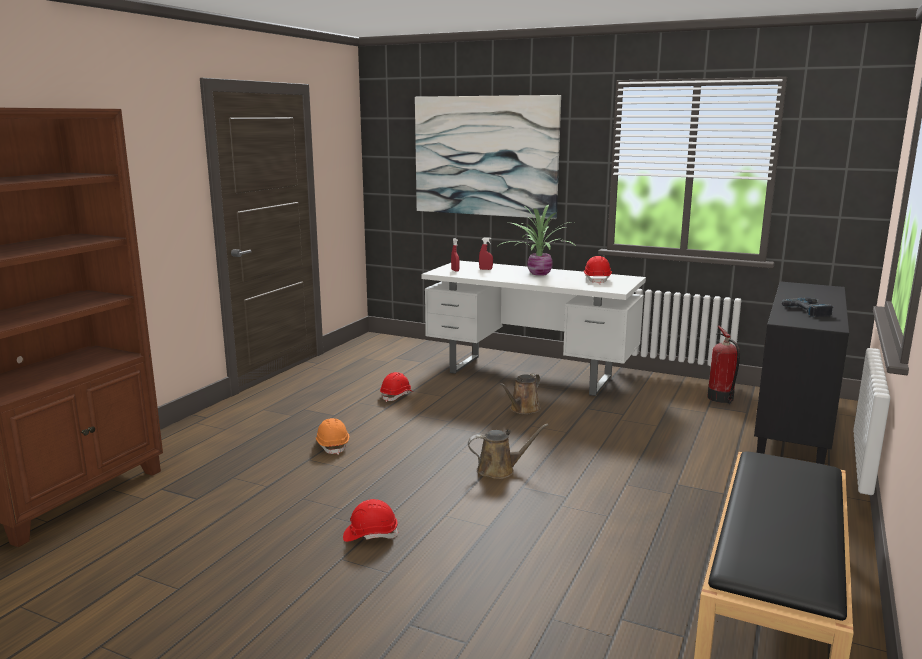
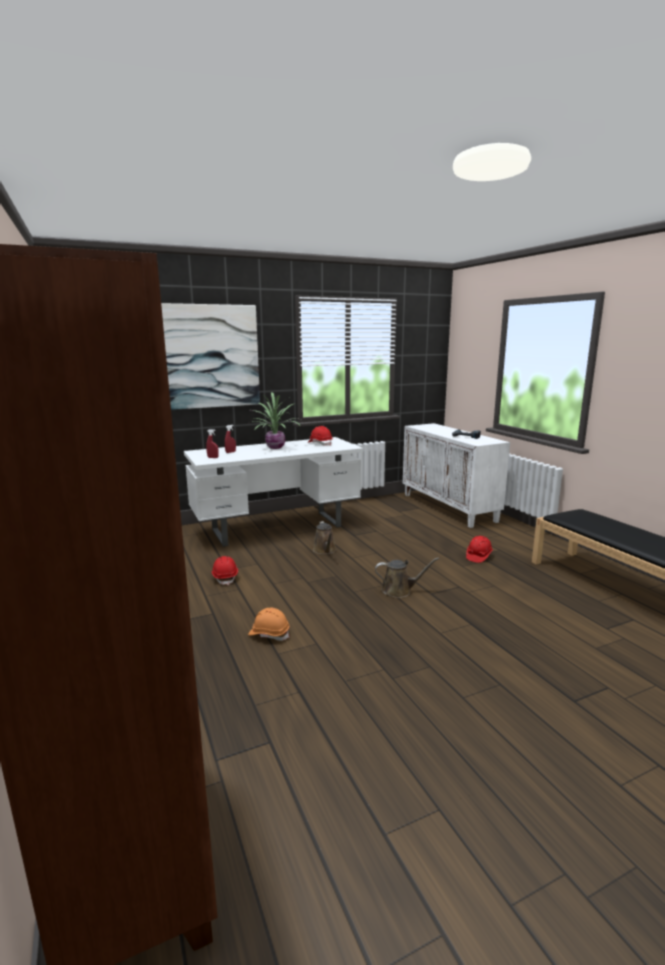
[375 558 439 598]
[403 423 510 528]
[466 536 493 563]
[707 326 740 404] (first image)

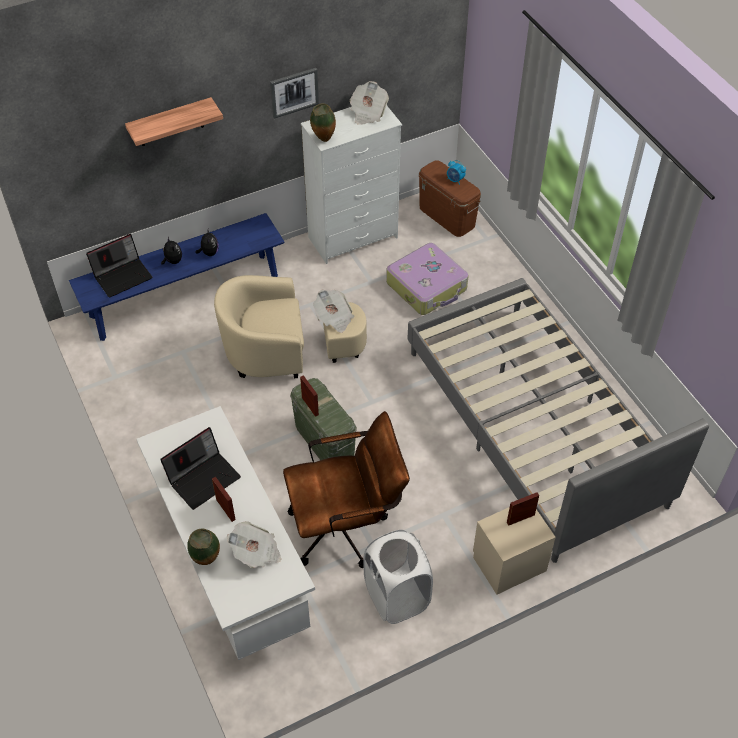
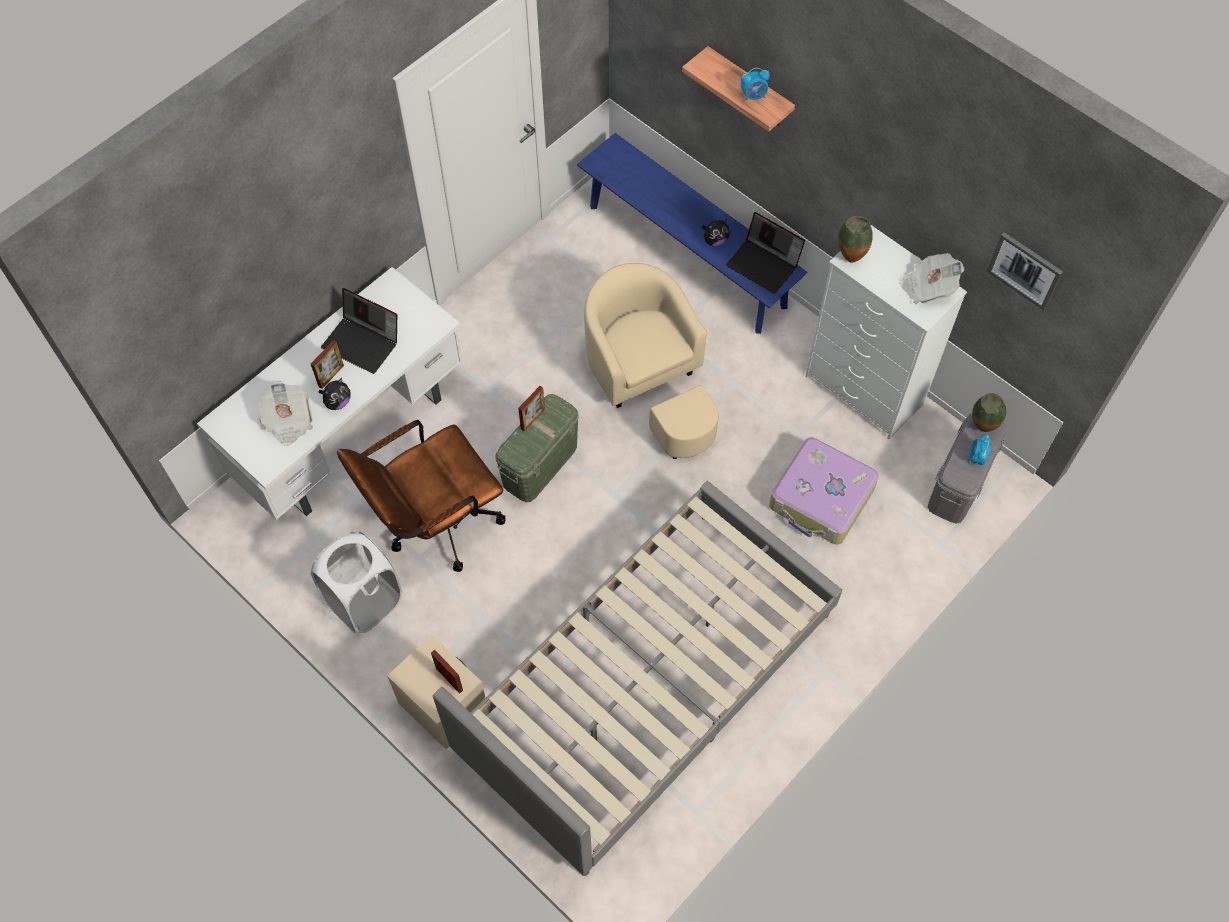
[319 378 351 410]
[337 420 505 572]
[726 212 805 294]
[741 68 770 101]
[928 413 1006 524]
[972 393 1007 432]
[987 232 1063 310]
[313 289 354 333] (first image)

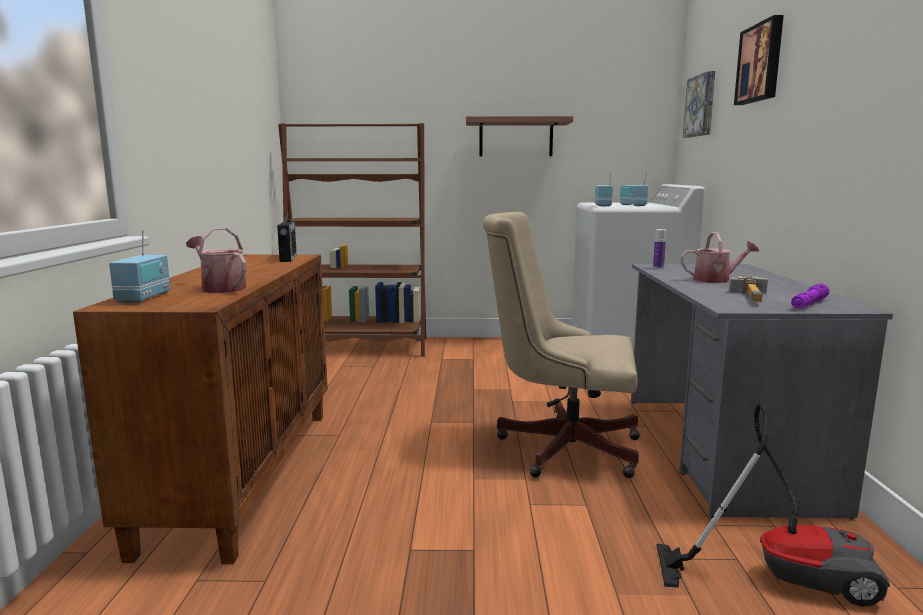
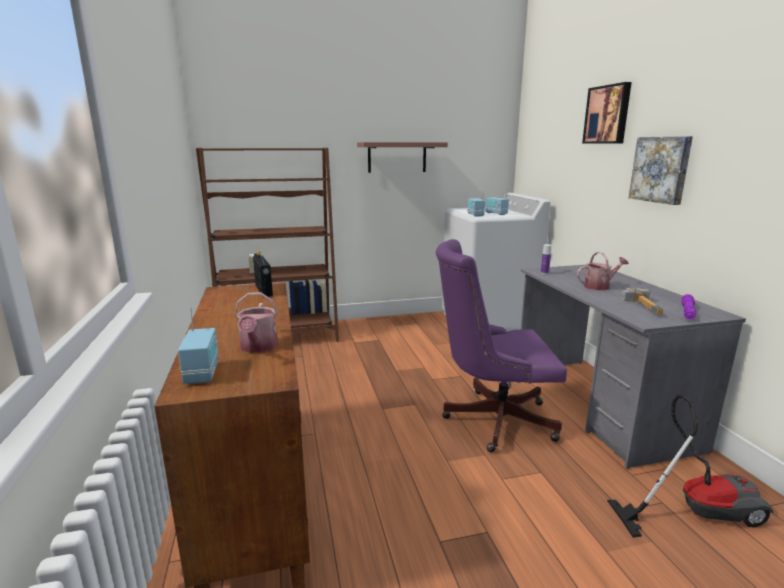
[234 292 278 353]
[436 239 567 452]
[629 136 693 205]

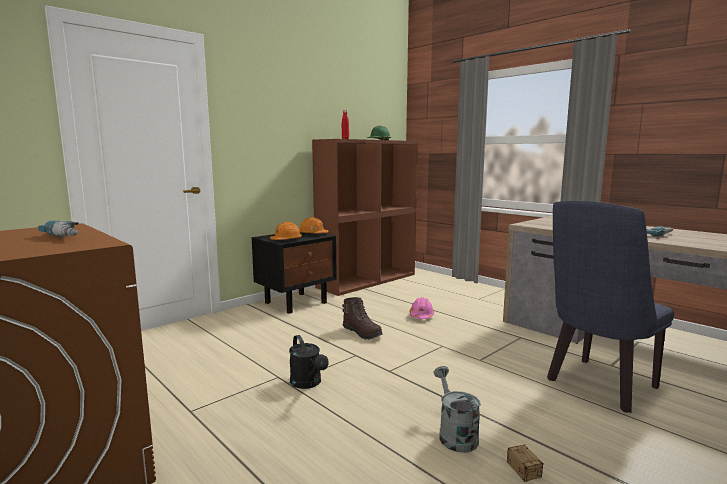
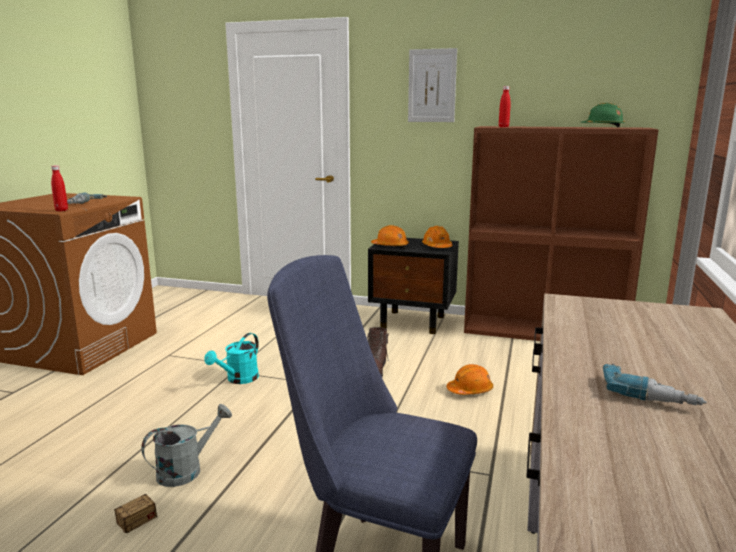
[51 165 68 211]
[205 333 259 384]
[408 48 457 122]
[447 364 493 395]

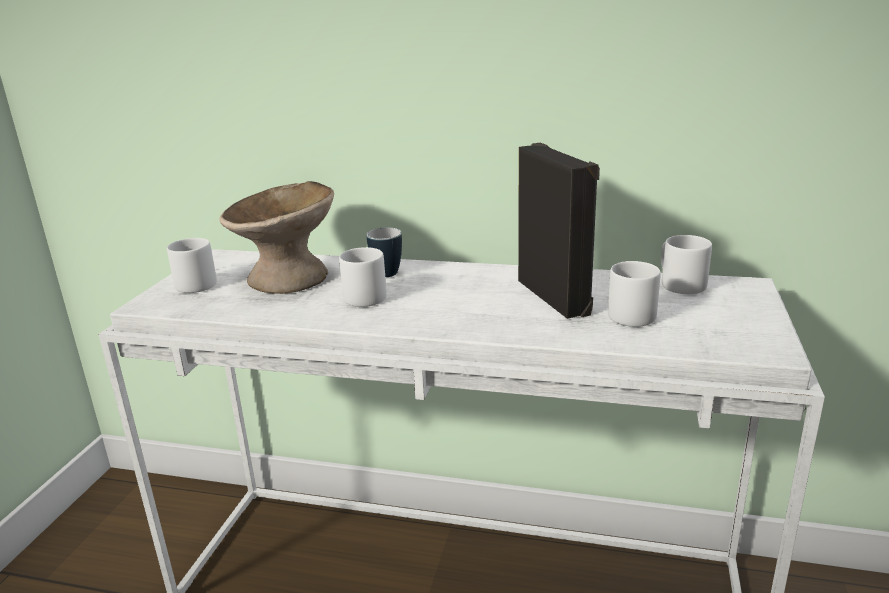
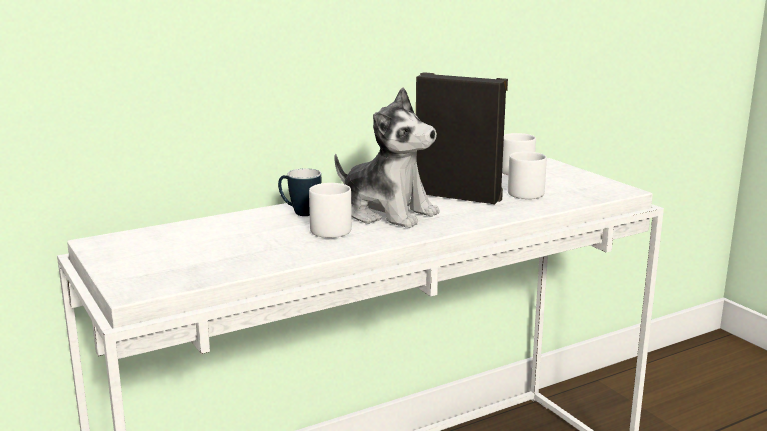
[334 87 439 228]
[167 238 217 293] (first image)
[219 181 334 294] (first image)

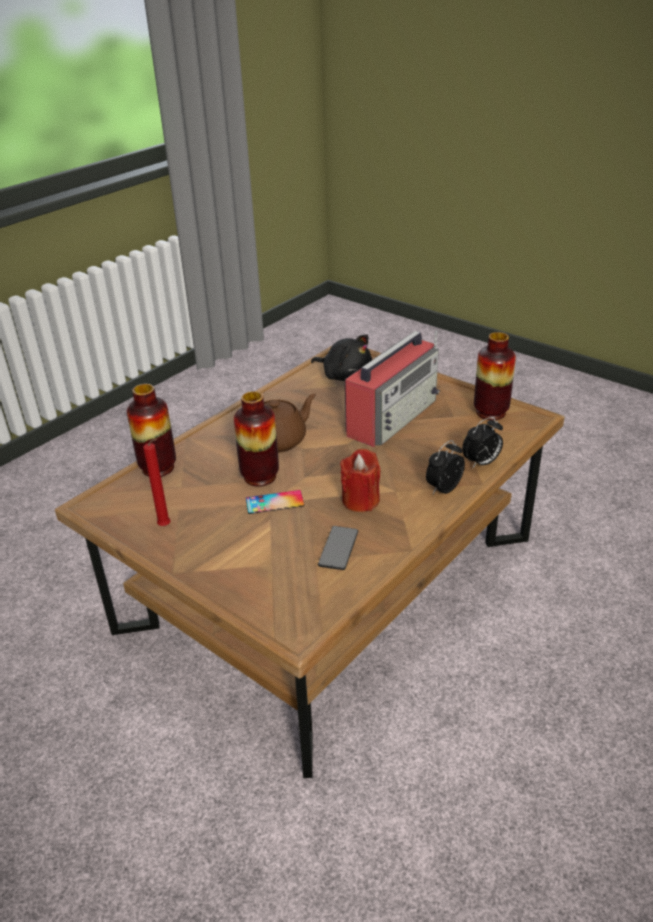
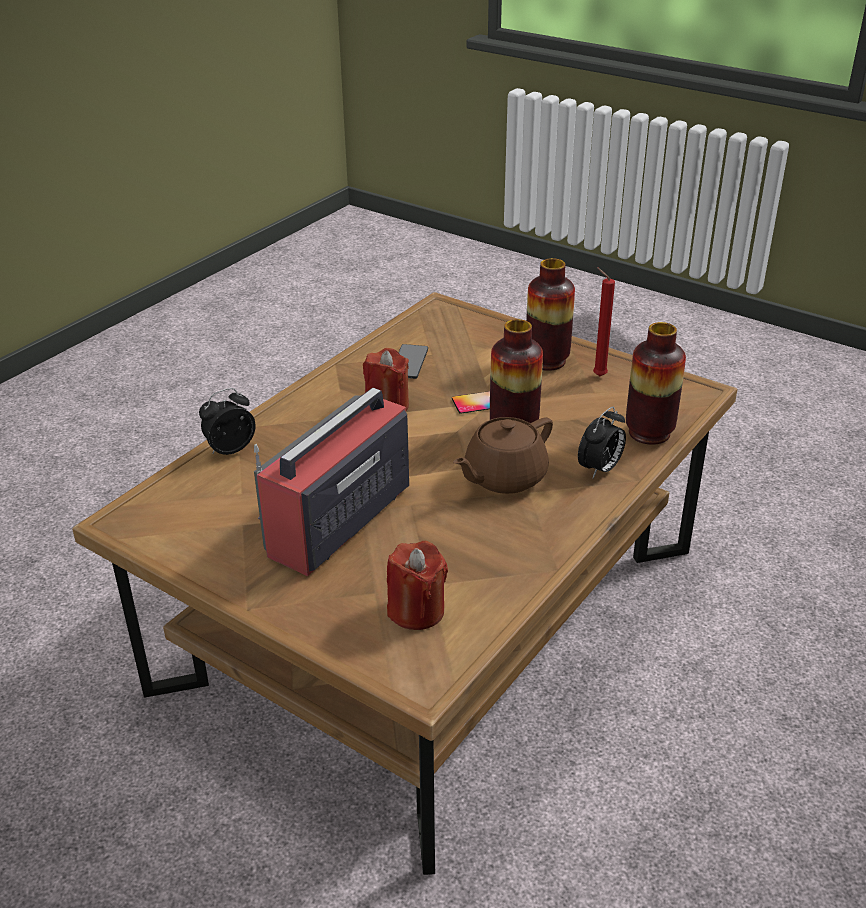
[387 541 448 630]
[526 258 575 371]
[578 407 626 479]

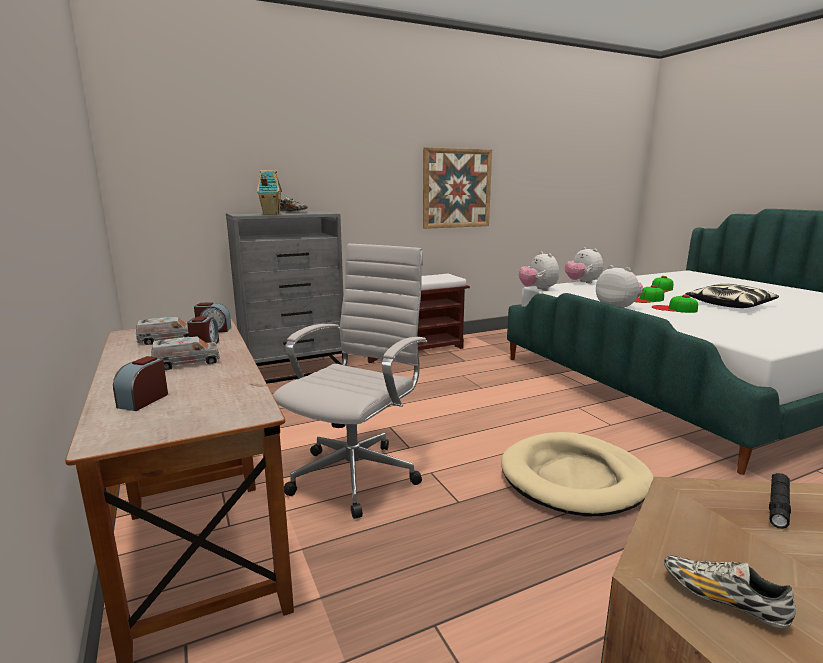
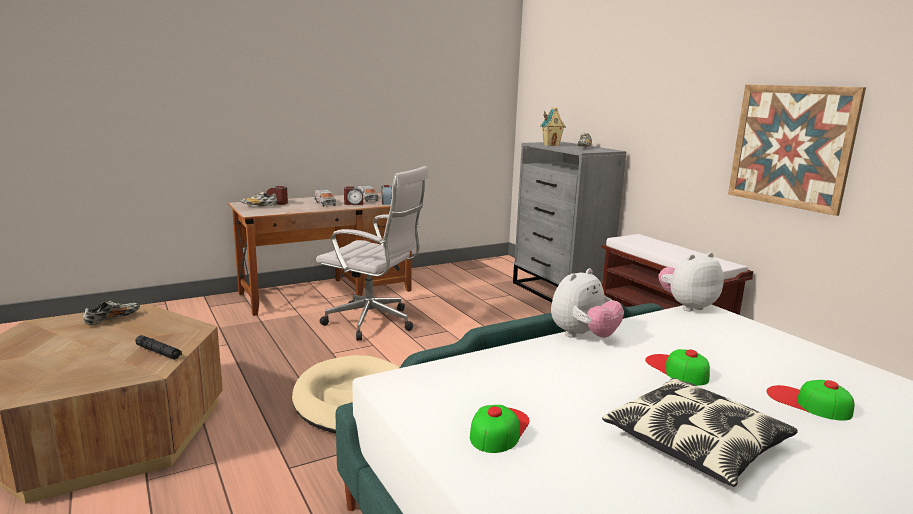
[240 191 277 206]
[470 405 530 453]
[565 247 603 284] (first image)

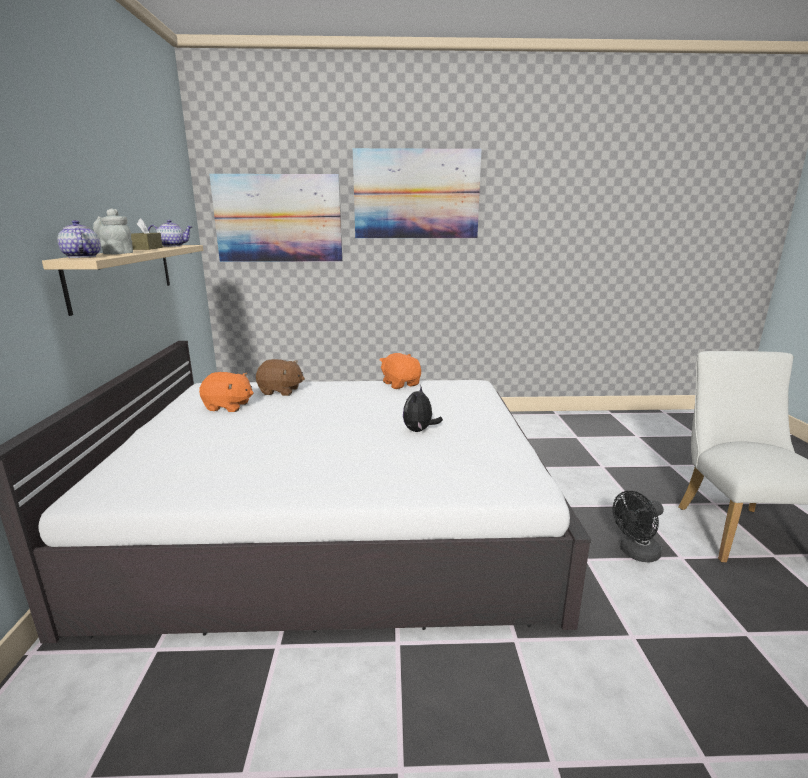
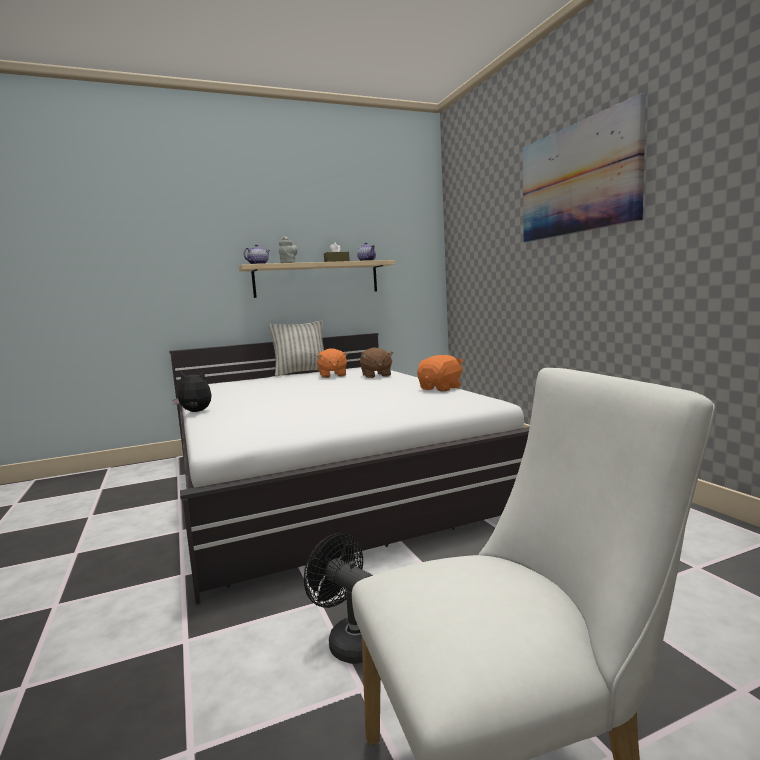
[173 371 212 412]
[269 320 324 376]
[209 174 342 262] (first image)

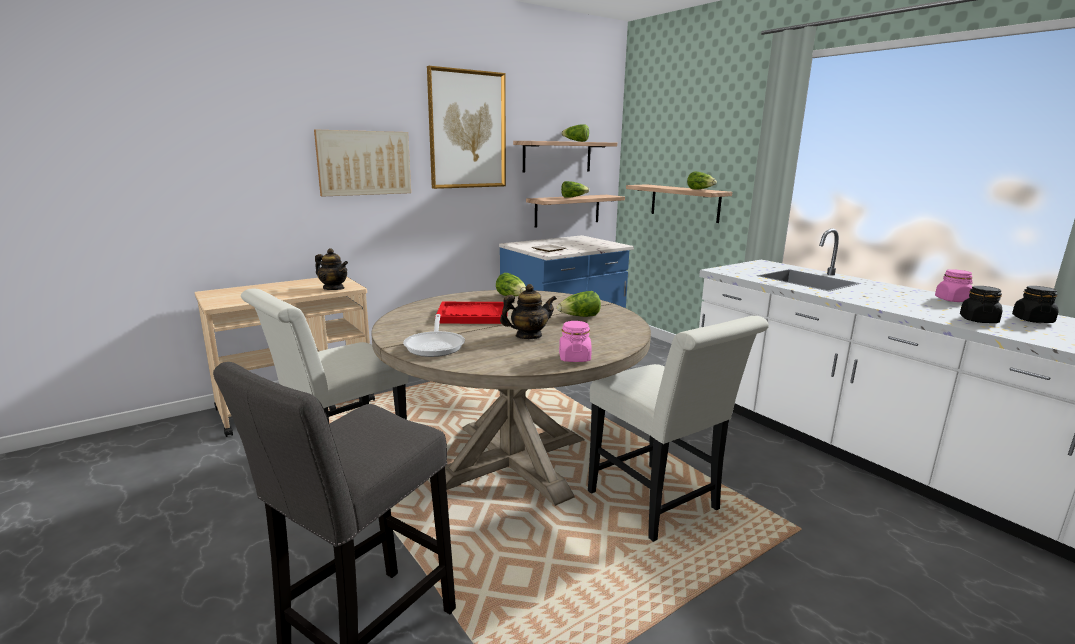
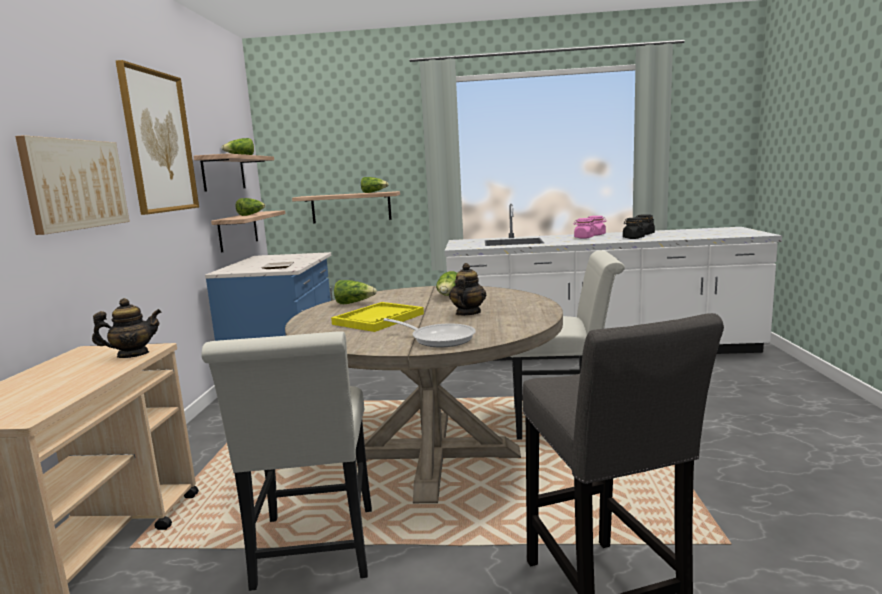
[331 302 424 332]
[574 218 595 239]

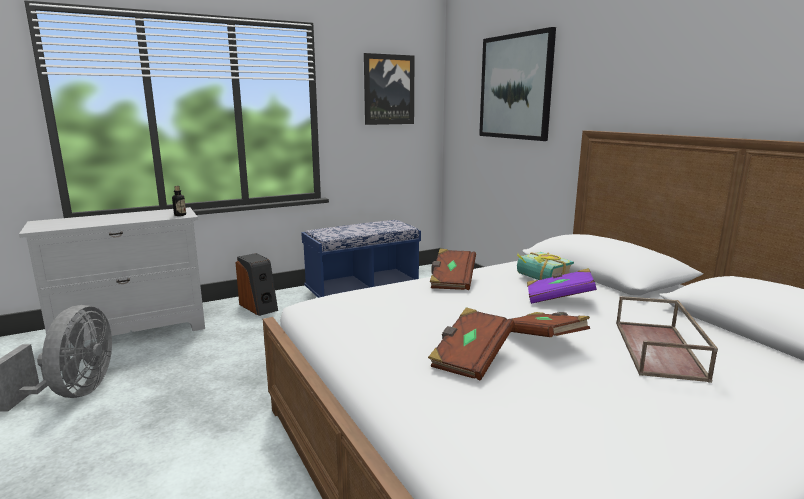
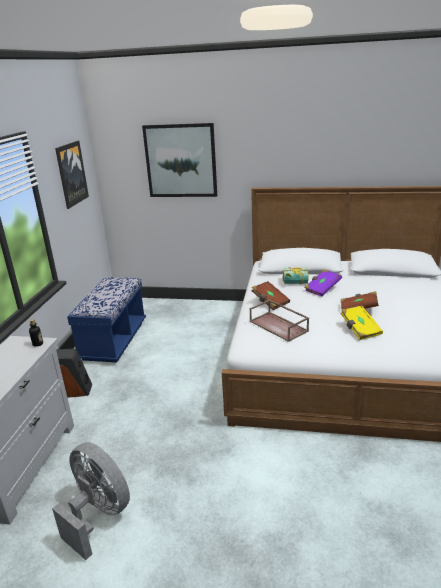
[250 300 309 342]
[341 305 383 340]

